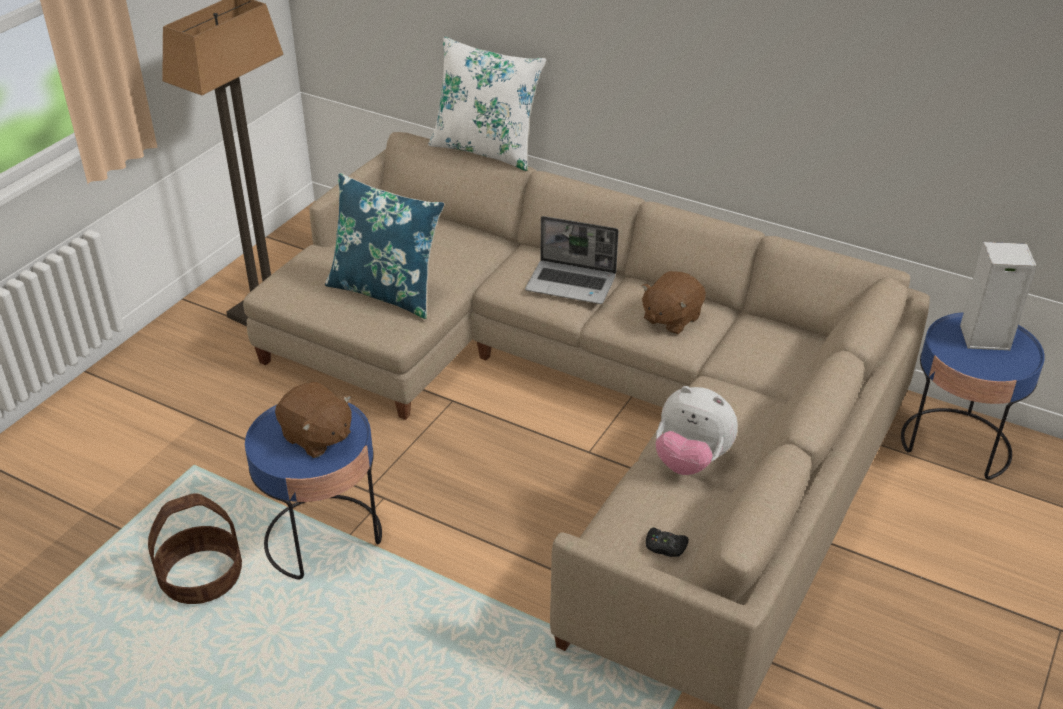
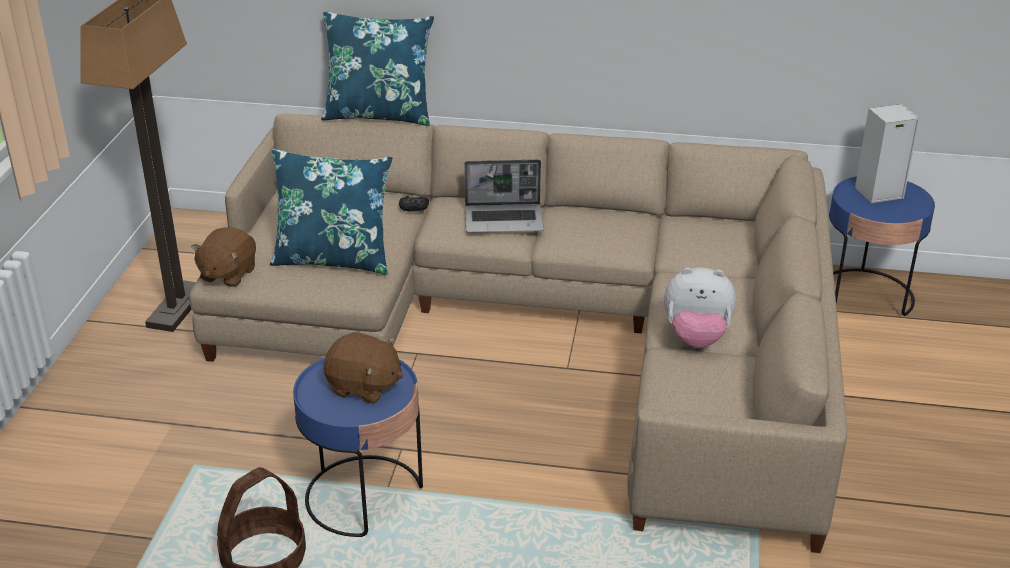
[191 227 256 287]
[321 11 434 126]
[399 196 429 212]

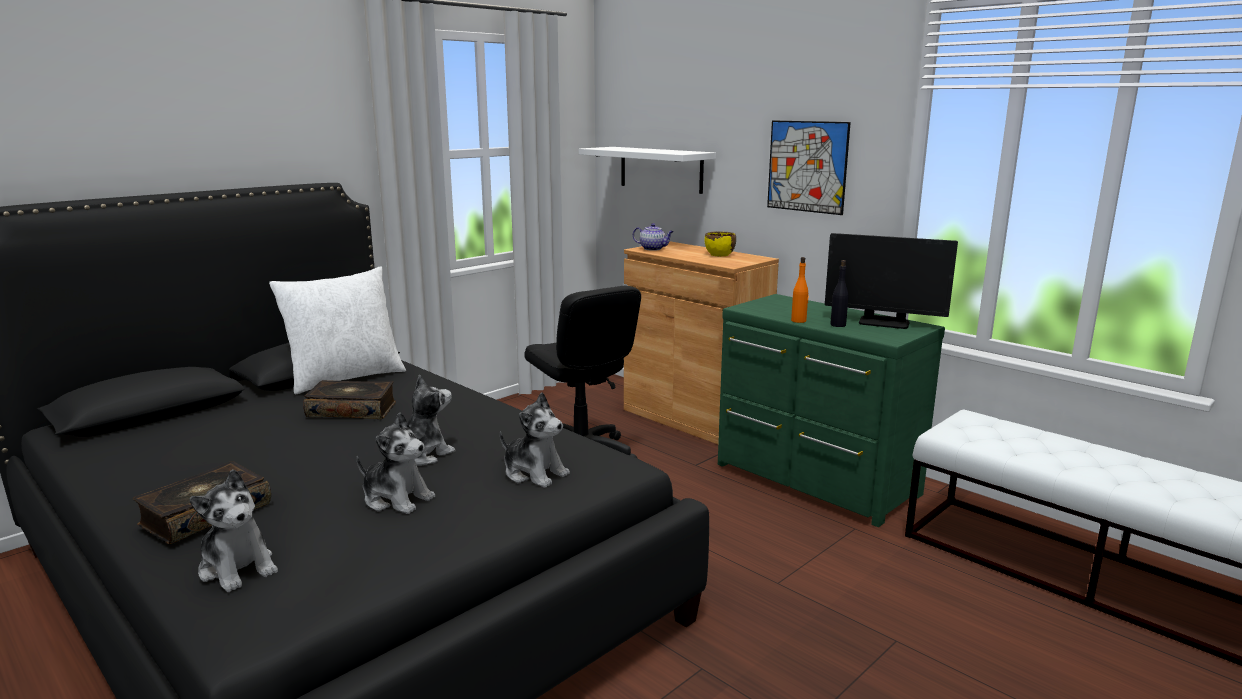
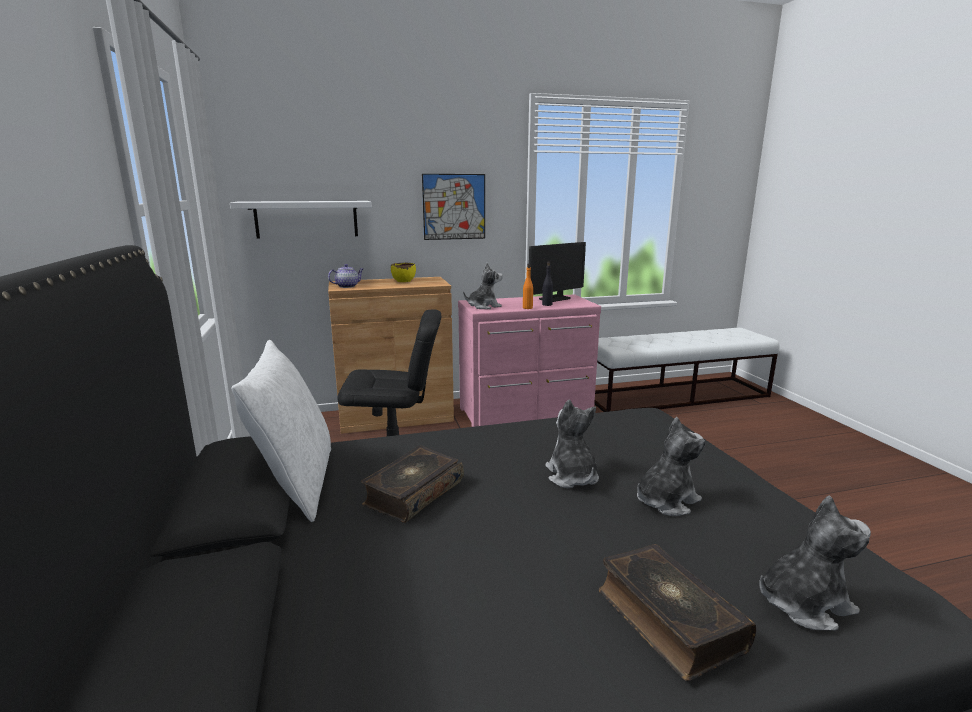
[458 294 601 427]
[463 263 503 309]

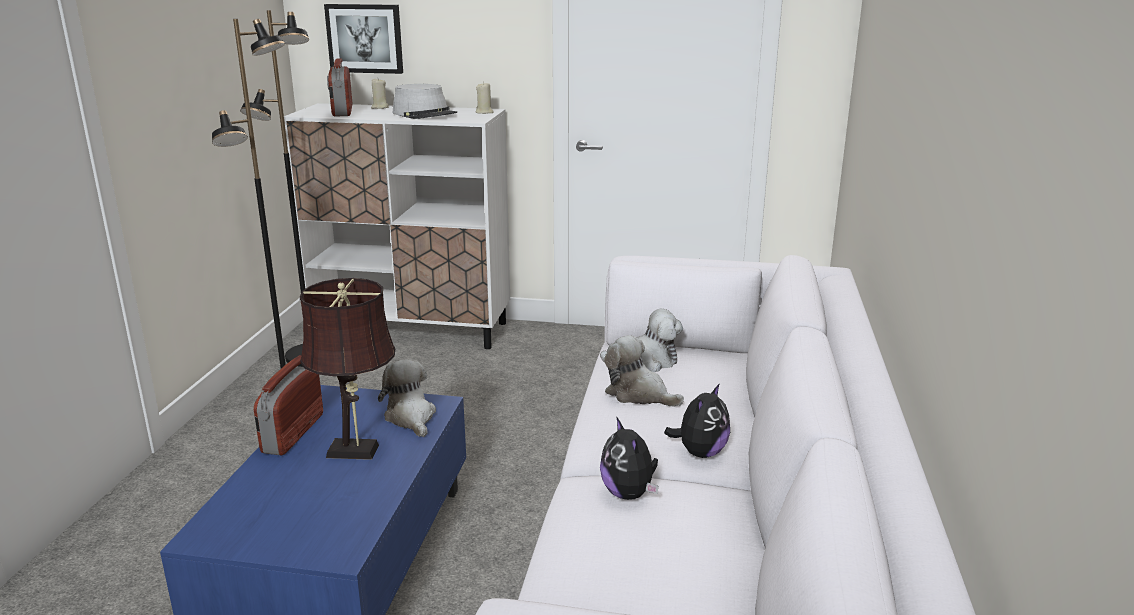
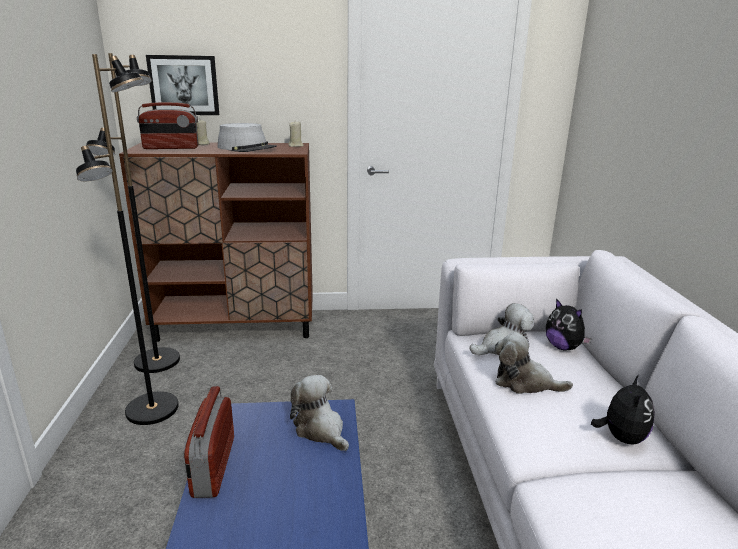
[119 142 313 342]
[137 102 198 149]
[546 298 592 351]
[300 278 395 460] (first image)

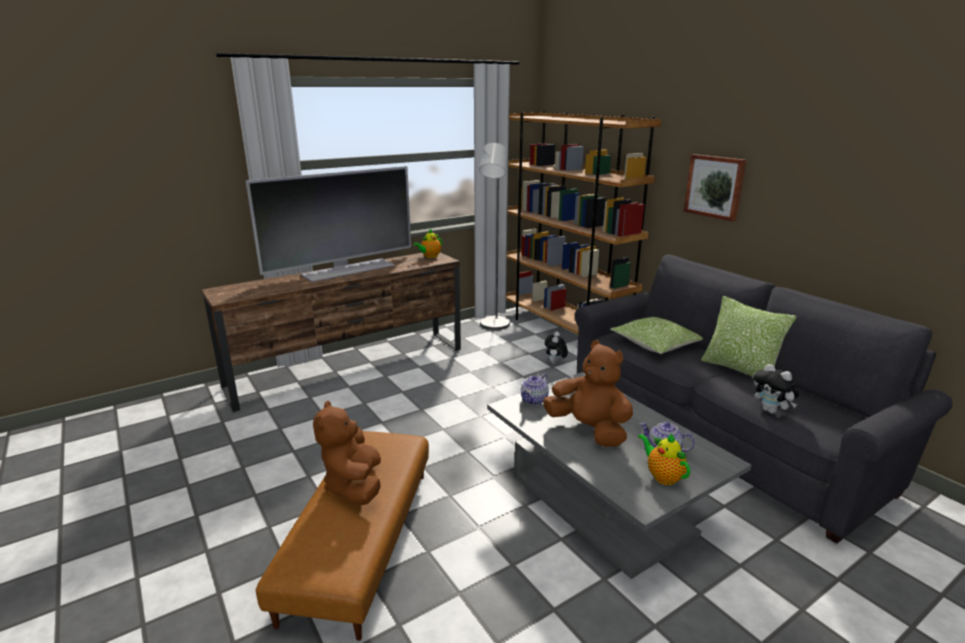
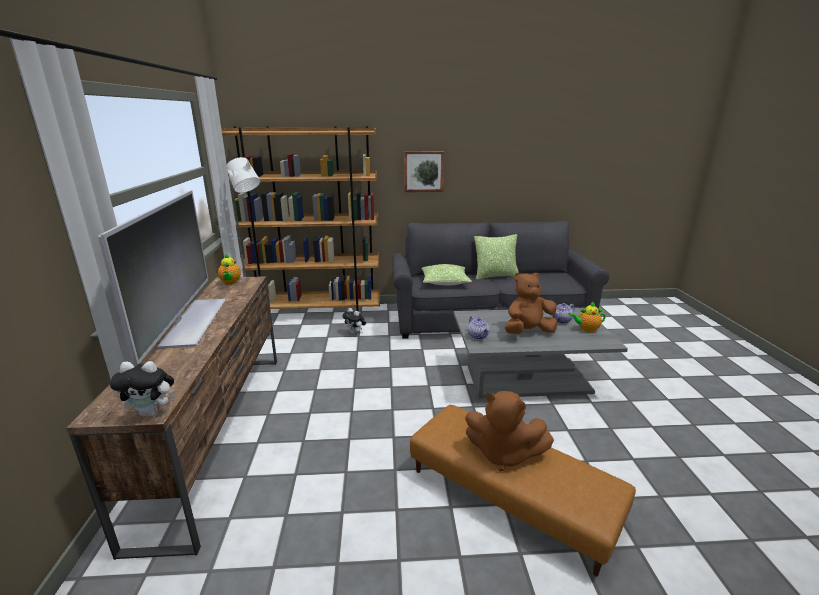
[110 361 176 416]

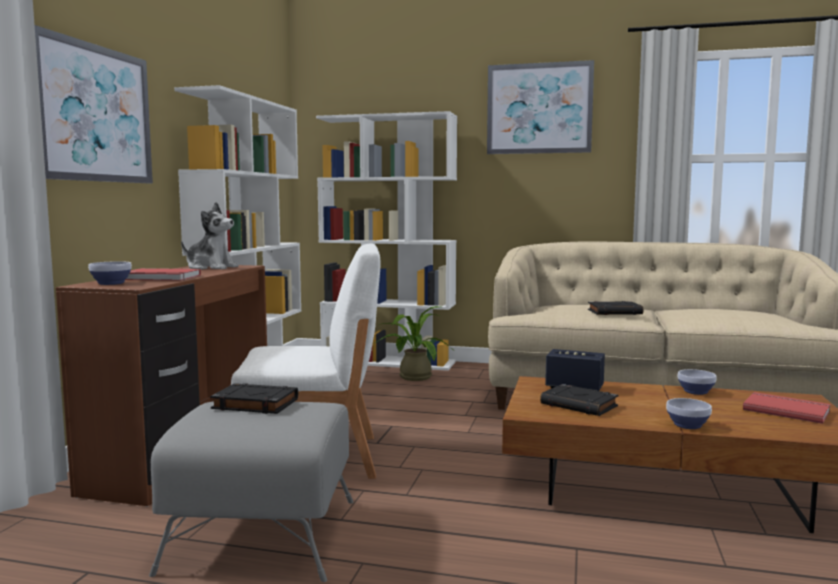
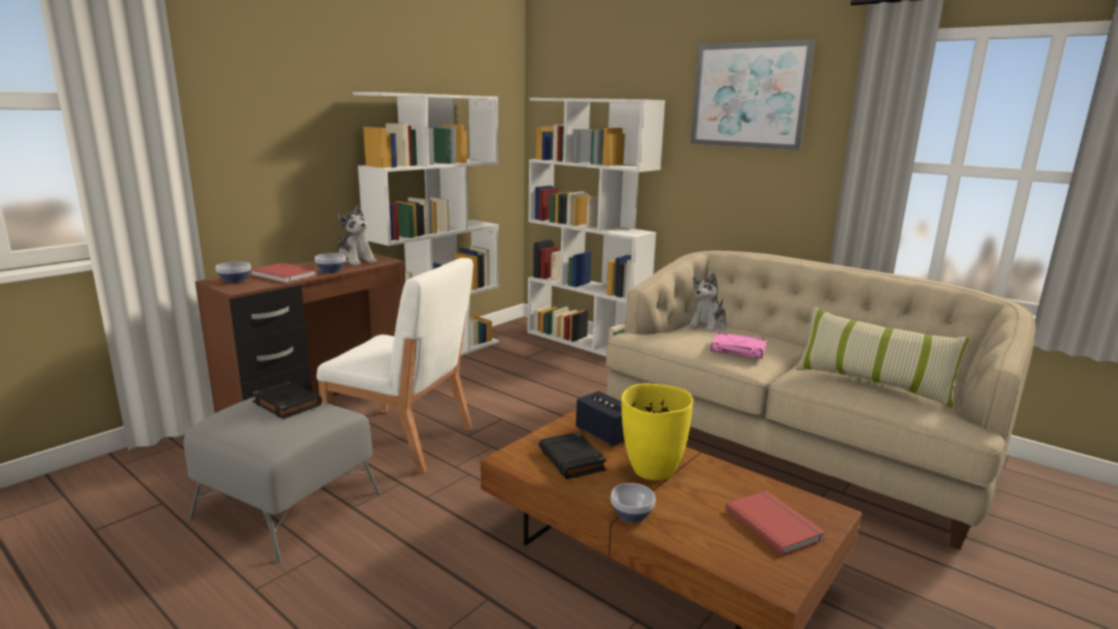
[315 253 346 273]
[621 383 693 480]
[688 273 727 332]
[711 332 767 359]
[795 307 970 408]
[35 25 153 183] (first image)
[375 306 451 381] (first image)

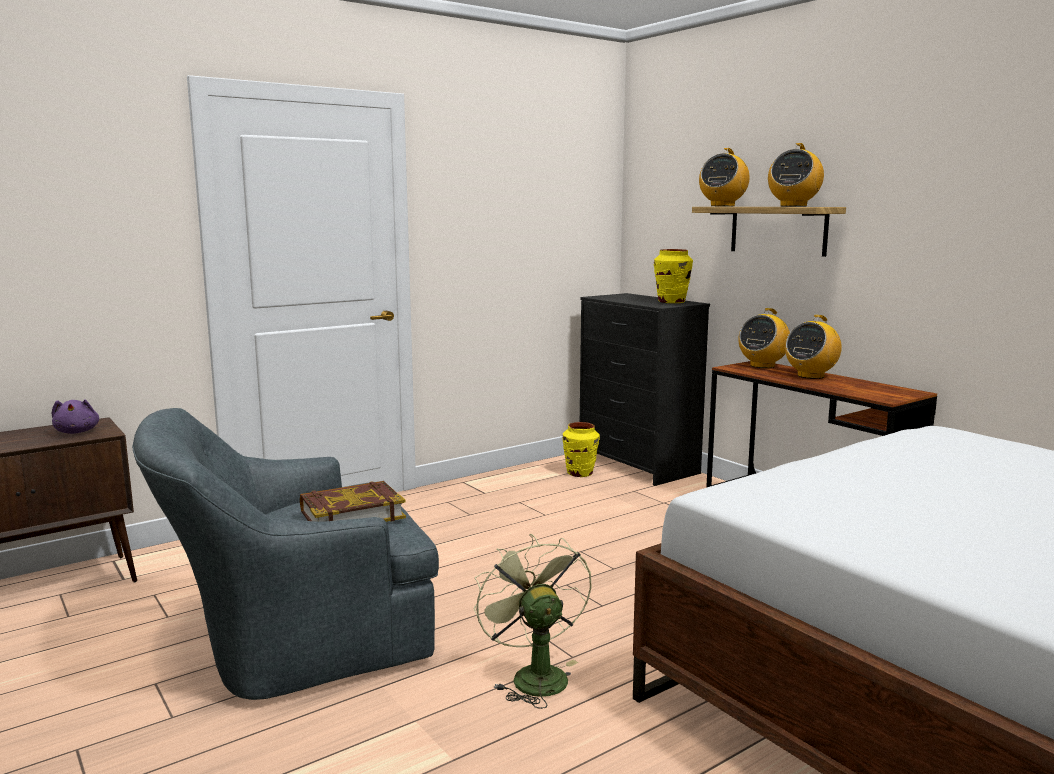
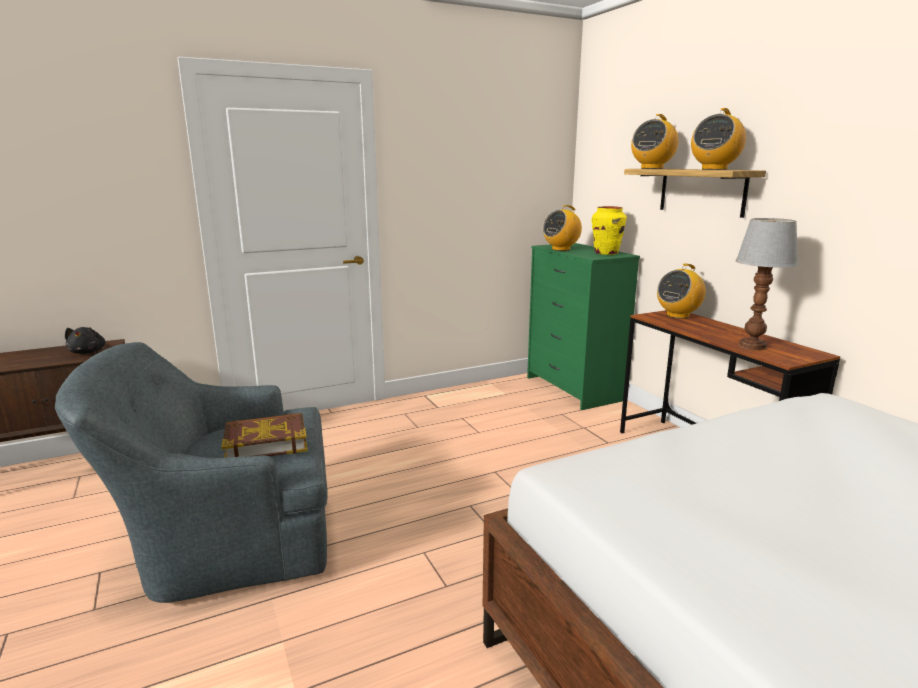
[65 327 105 354]
[527 243 640 410]
[543 205 582 251]
[735 218 799 350]
[474 534 592 709] (first image)
[563 422 600 477] (first image)

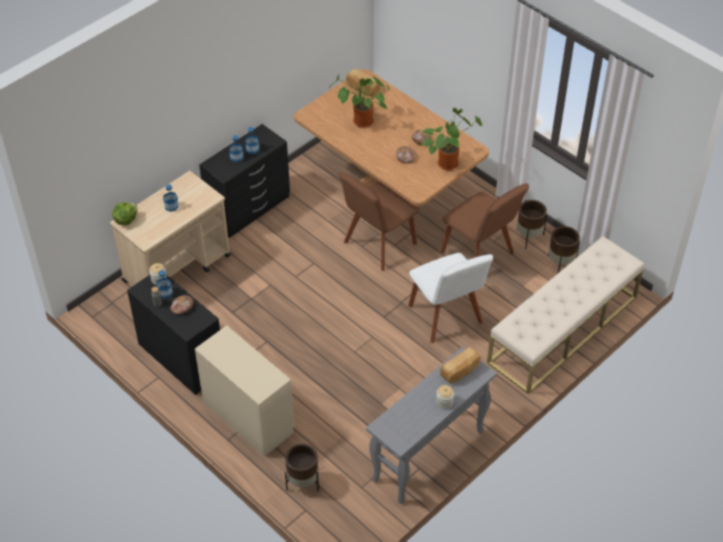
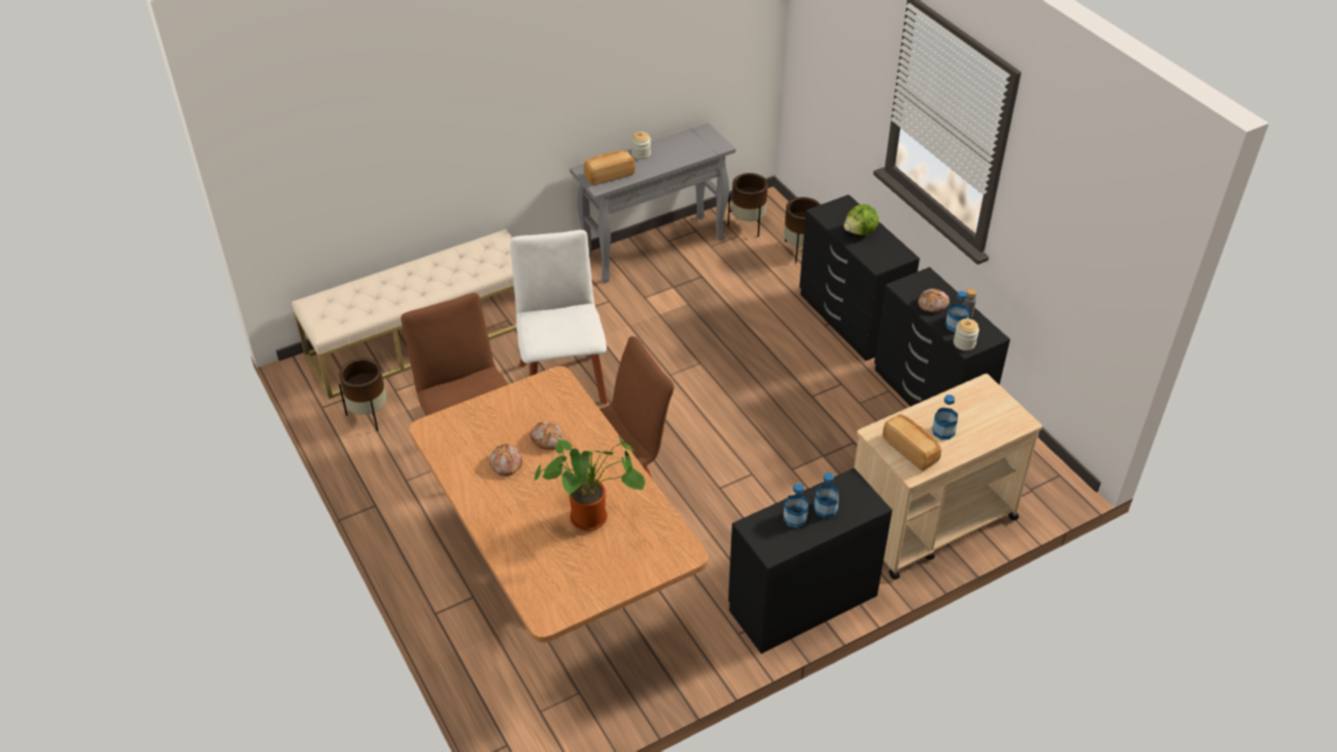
[728 173 768 237]
[799 195 920 361]
[844 204 879 235]
[883 414 941 471]
[422 108 482 171] (first image)

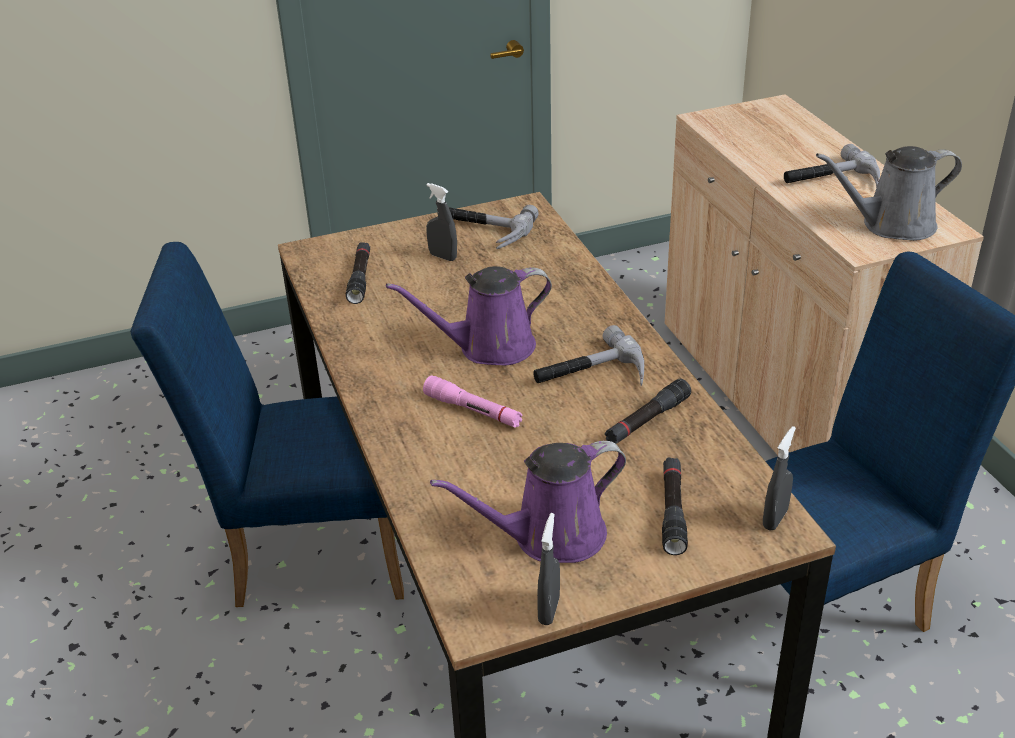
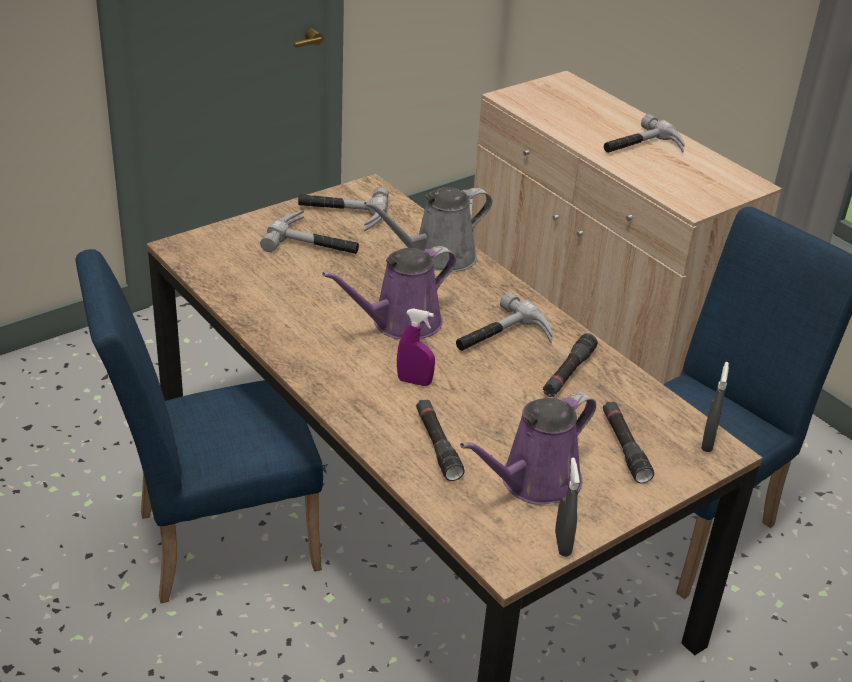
[260 211 359 254]
[364 187 492 272]
[397 308 435 386]
[416 399 465 481]

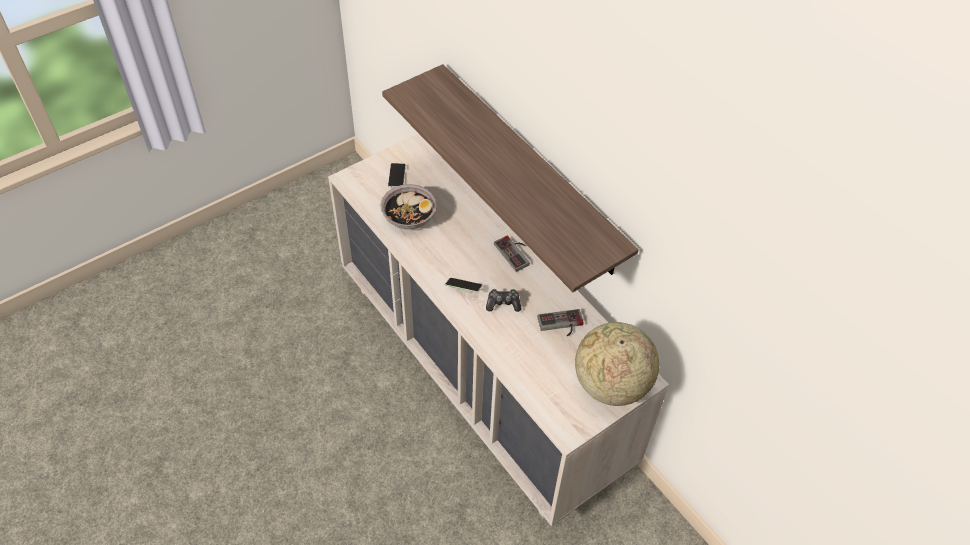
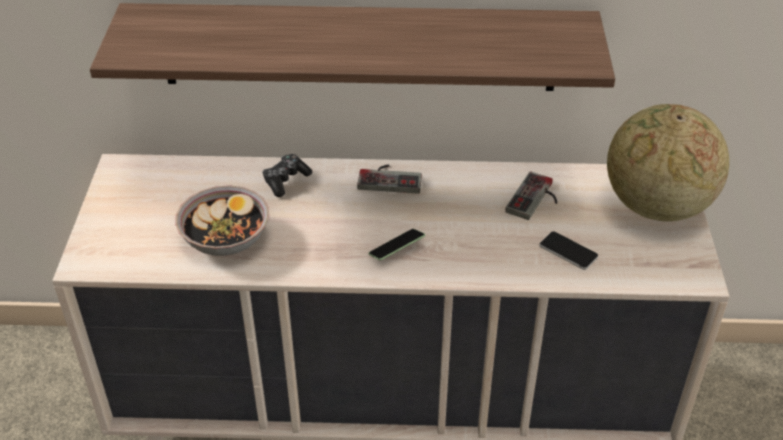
[262 154 312 197]
[539 231 598 270]

